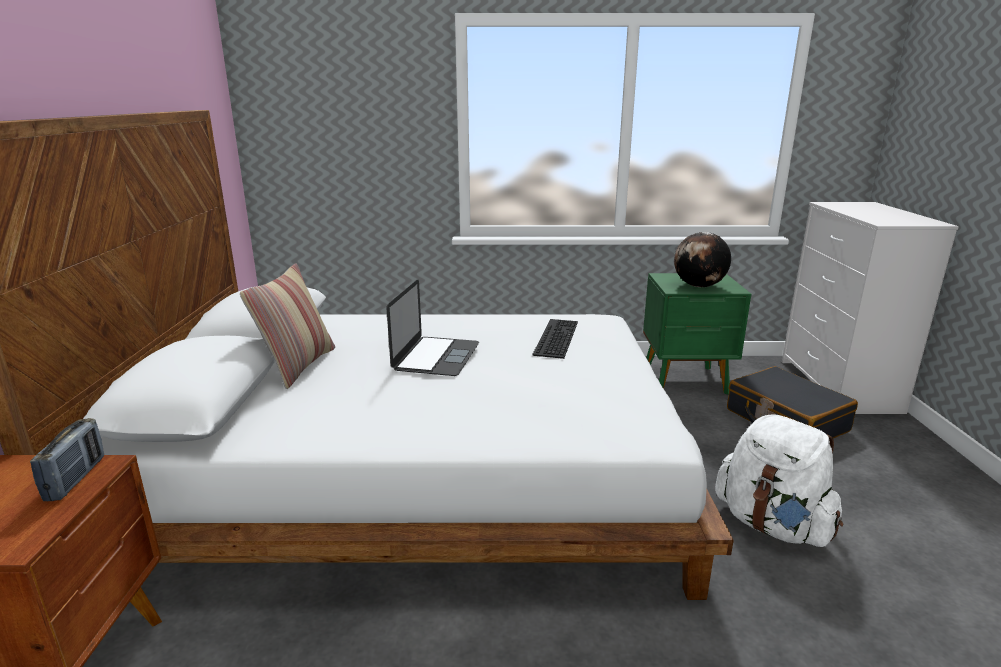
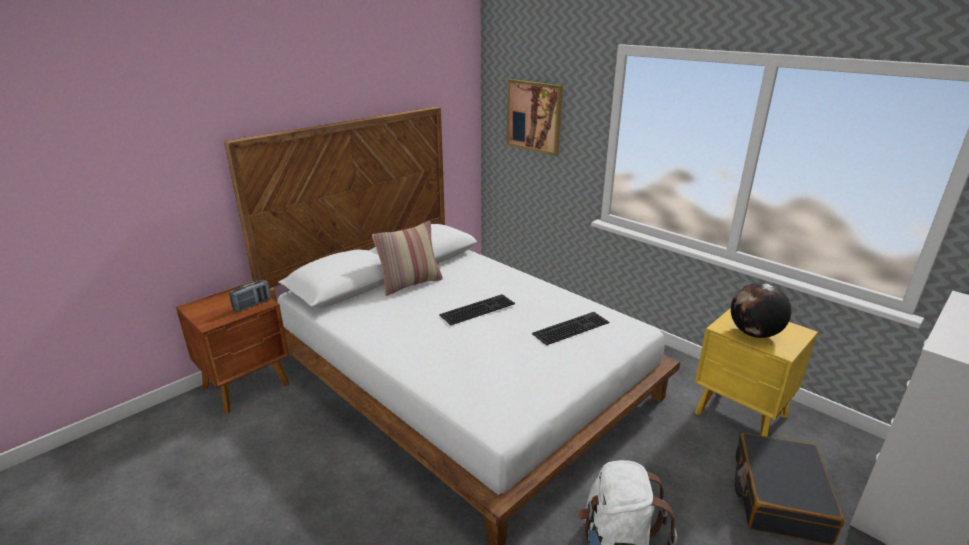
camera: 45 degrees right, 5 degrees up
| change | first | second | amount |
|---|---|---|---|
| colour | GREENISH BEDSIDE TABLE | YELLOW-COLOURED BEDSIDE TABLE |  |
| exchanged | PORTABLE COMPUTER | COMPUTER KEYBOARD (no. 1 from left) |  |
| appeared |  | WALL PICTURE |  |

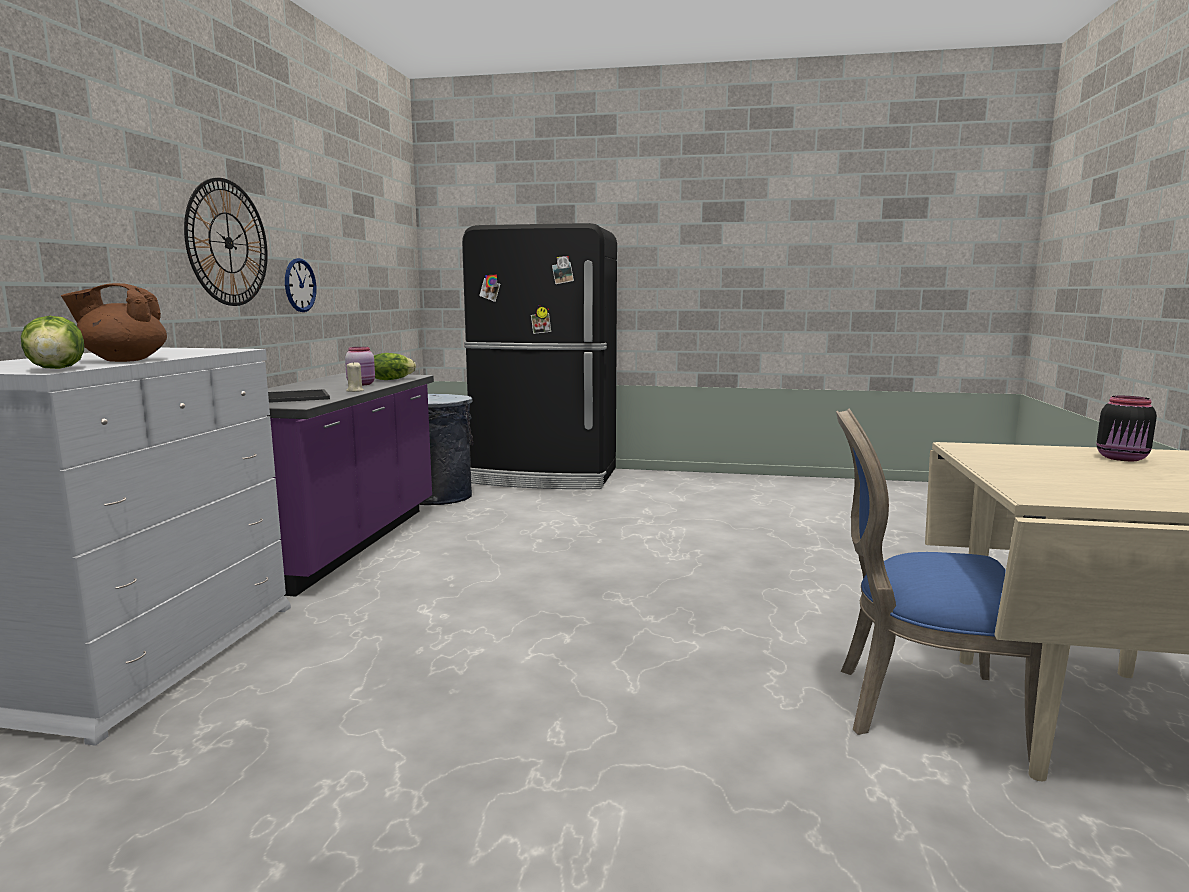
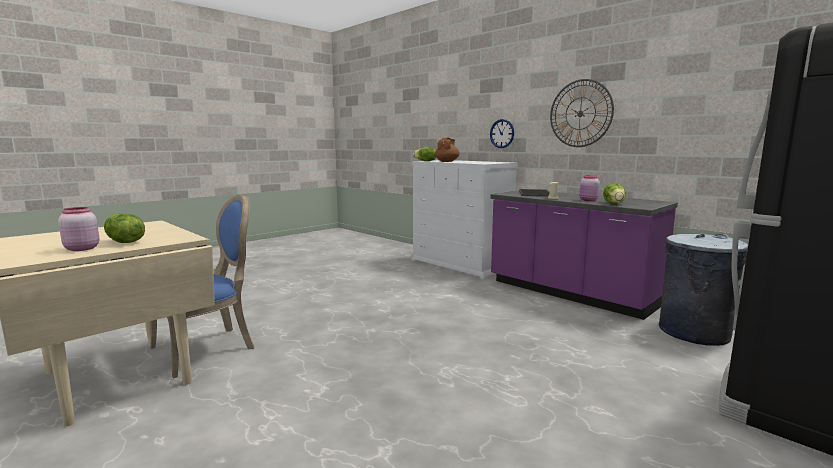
camera: 125 degrees right, 0 degrees up
| change | first | second | amount |
|---|---|---|---|
| relocated | HANGING CLOCK (no. 2 from left in the first image) | HANGING CLOCK (no. 1 from left) |  |
| colour | BLACKISH PRESERVE JAR | PINK-COLOURED PRESERVE JAR (no. 1 from left) |  |
| appeared |  | HEAD OF LETTUCE (no. 1 from left) |  |

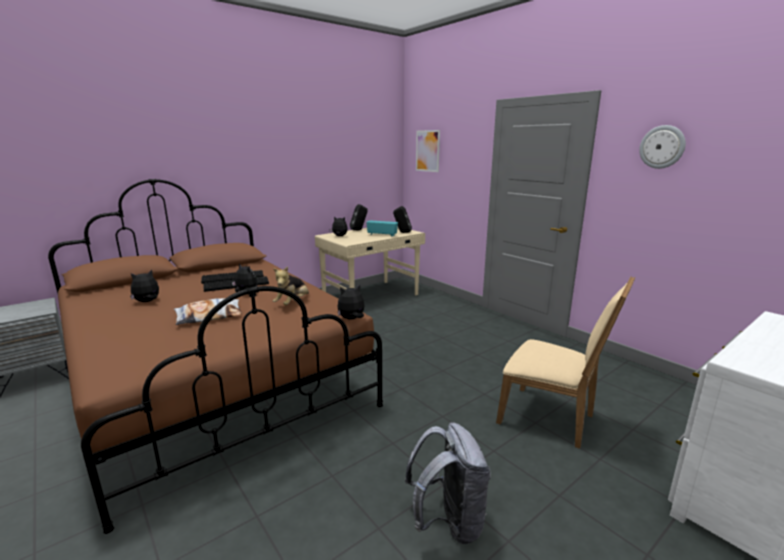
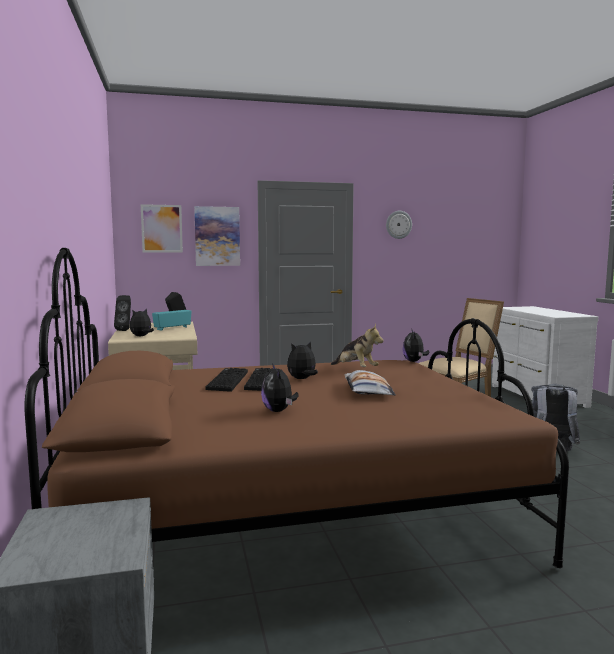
camera: 65 degrees left, 10 degrees down
| change | first | second | amount |
|---|---|---|---|
| appeared |  | WALL PICTURE (no. 2 from left) |  |

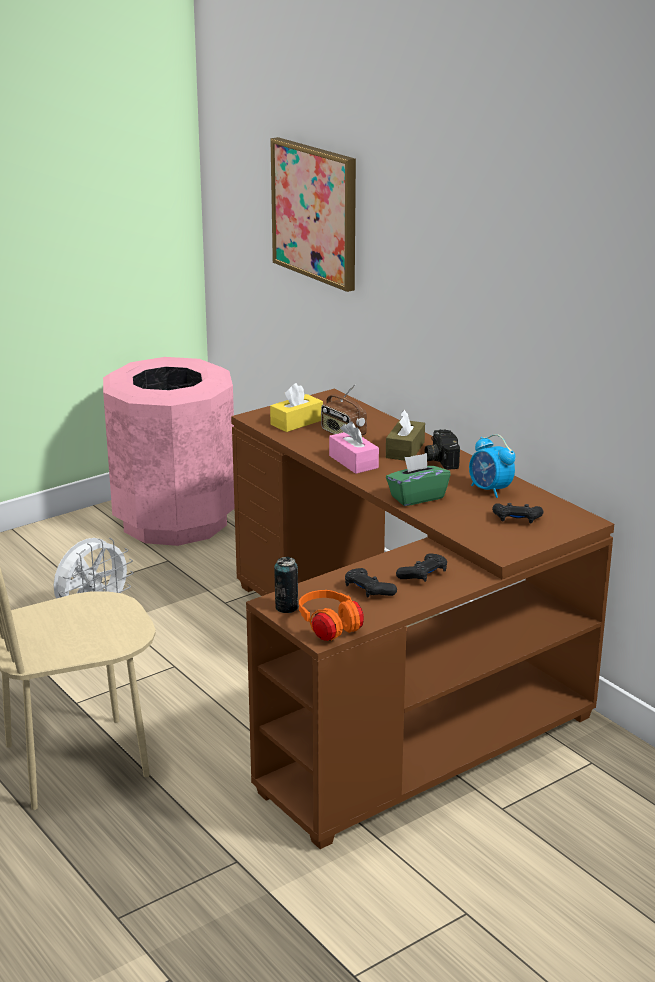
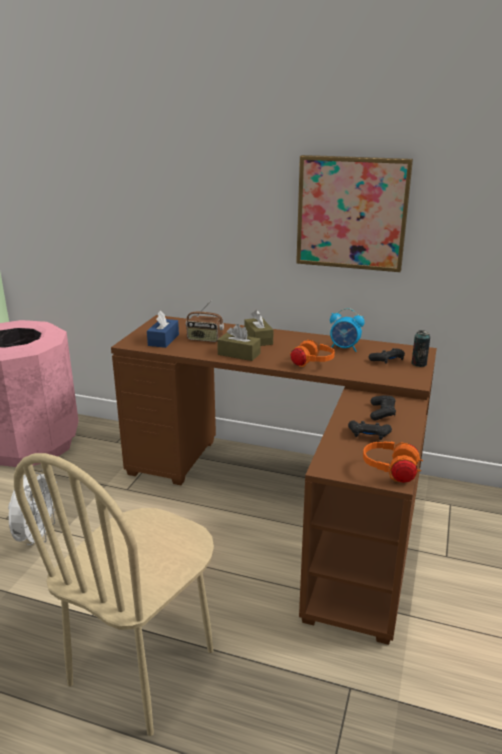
camera: 35 degrees left, 0 degrees up
| change | first | second | amount |
|---|---|---|---|
| relocated | WALL PICTURE |  |  |
| colour | YELLOW-COLOURED BOX OF TISSUES | BLUISH BOX OF TISSUES |  |
| colour | PINK-COLOURED BOX OF TISSUES | BROWN BOX OF TISSUES (no. 1 from left) |  |
| missing | STILL CAMERA |  |  |
| exchanged | GREENISH BOX OF TISSUES | ORANGE-COLOURED HEADSET (no. 1 from left) |  |
| relocated | SEALED CAN |  |  |

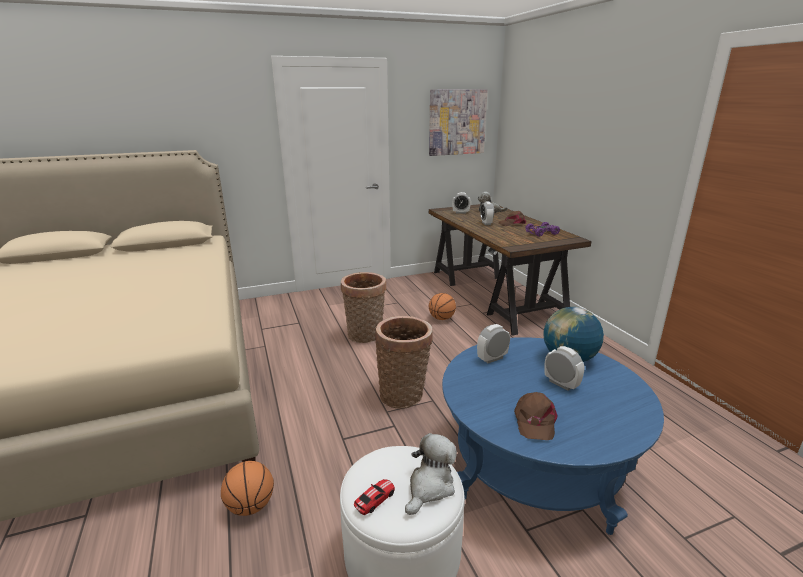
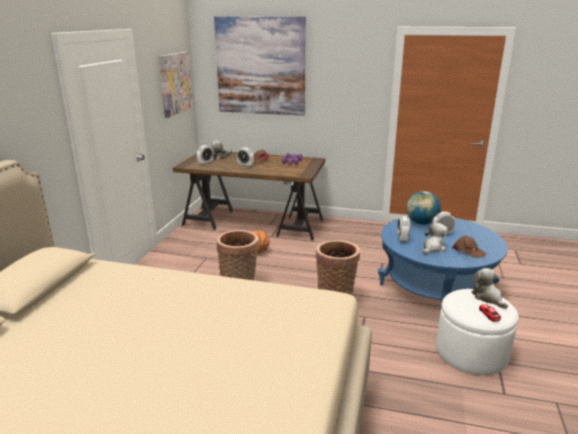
camera: 55 degrees left, 0 degrees up
| change | first | second | amount |
|---|---|---|---|
| missing | BALL FOR BASKETBALL (no. 1 from left) |  |  |
| appeared |  | WALL PICTURE (no. 2 from left) |  |
| appeared |  | PLUSH TOY (no. 2 from left) |  |

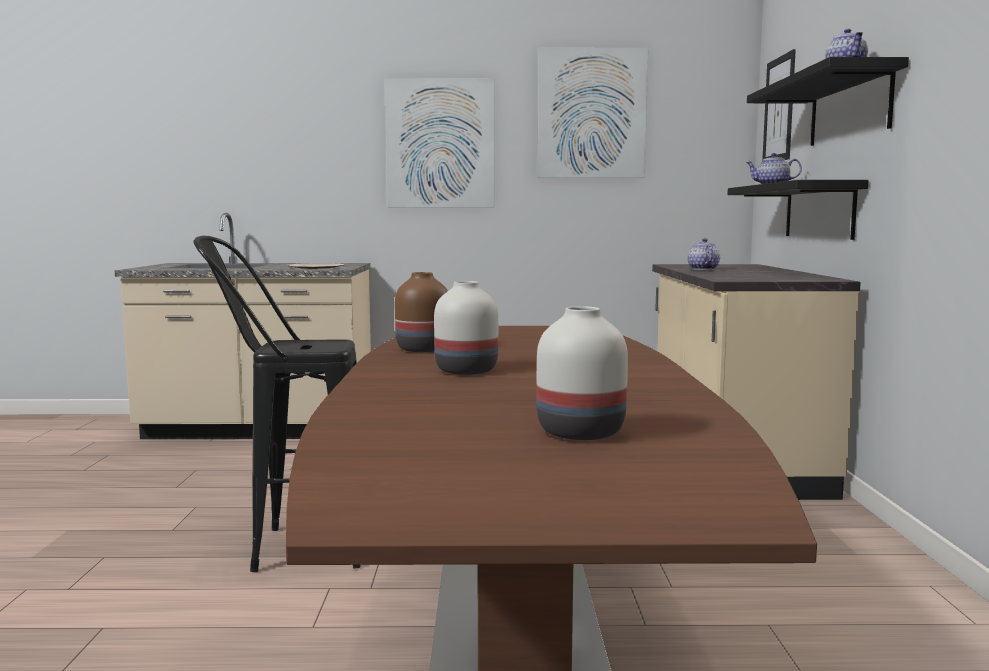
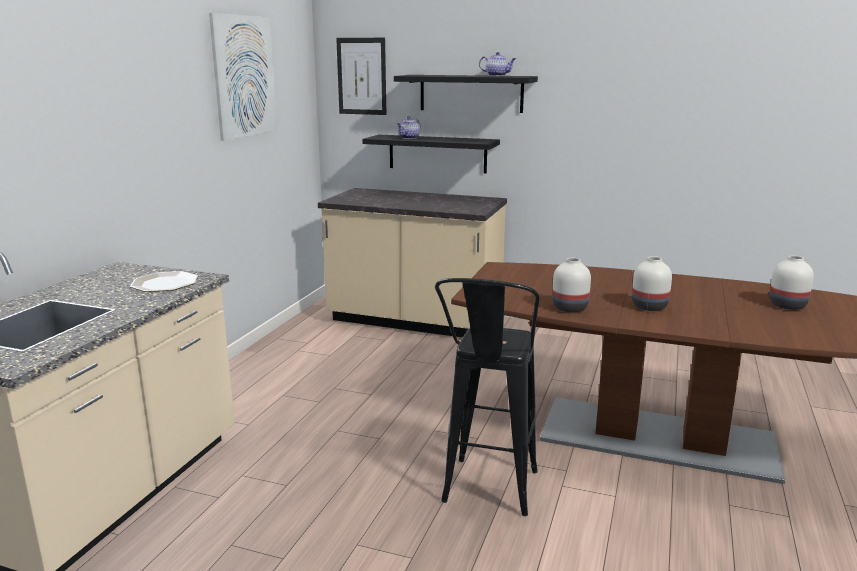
camera: 70 degrees left, 10 degrees up
| change | first | second | amount |
|---|---|---|---|
| missing | WALL PICTURE (no. 1 from left) |  |  |
| missing | TEAPOT (no. 1 from left) |  |  |
| colour | BROWN FLOWER VASE | WHITE-COLOURED FLOWER VASE (no. 1 from left) |  |

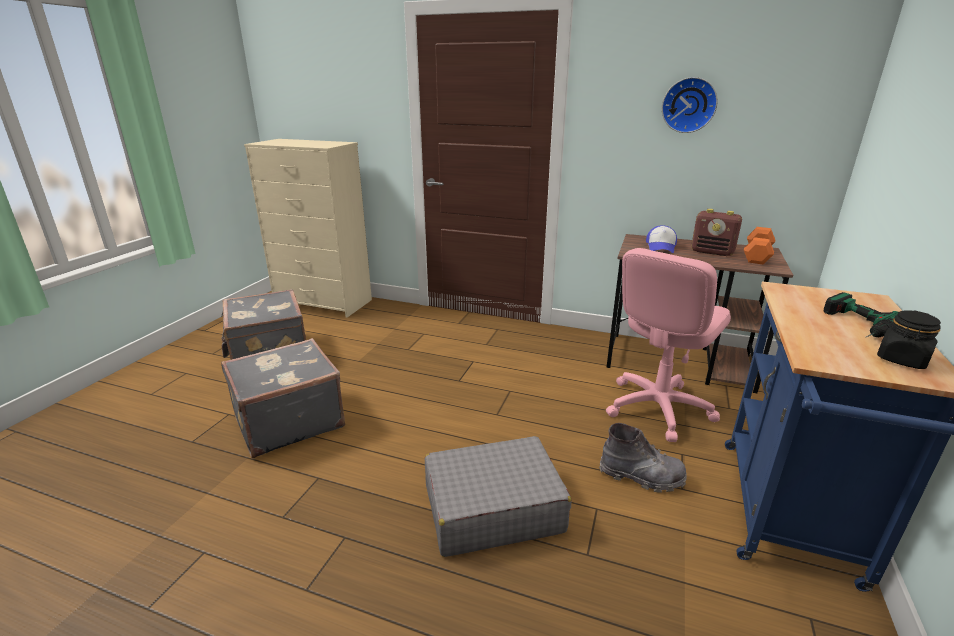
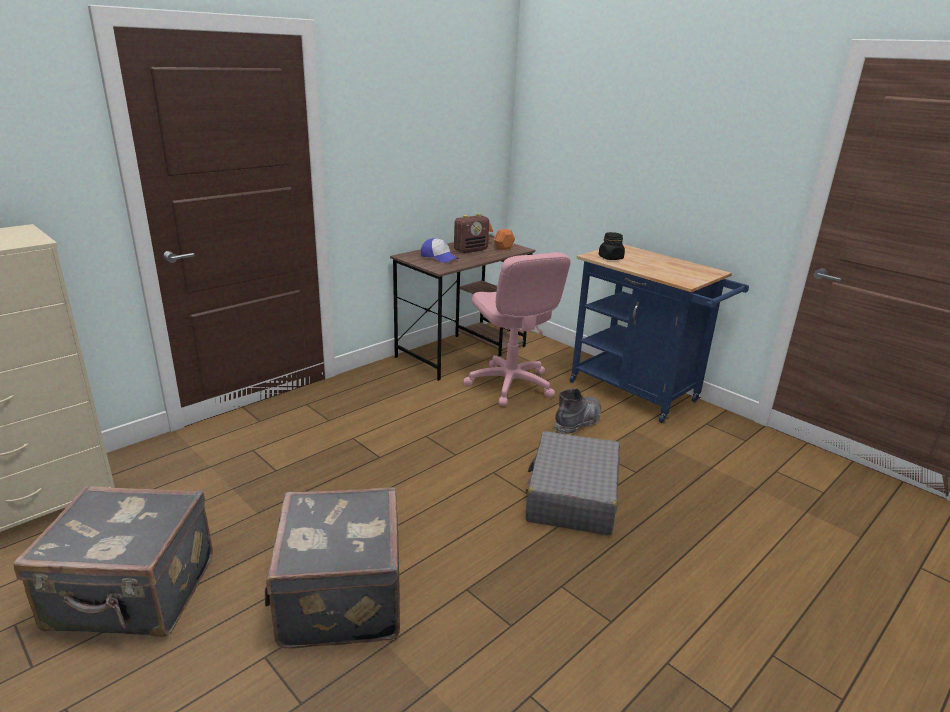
camera: 65 degrees left, 0 degrees up
| change | first | second | amount |
|---|---|---|---|
| missing | HANGING CLOCK |  |  |
| missing | POWER DRILL |  |  |
| relocated | BLACKISH PRESERVE JAR |  |  |

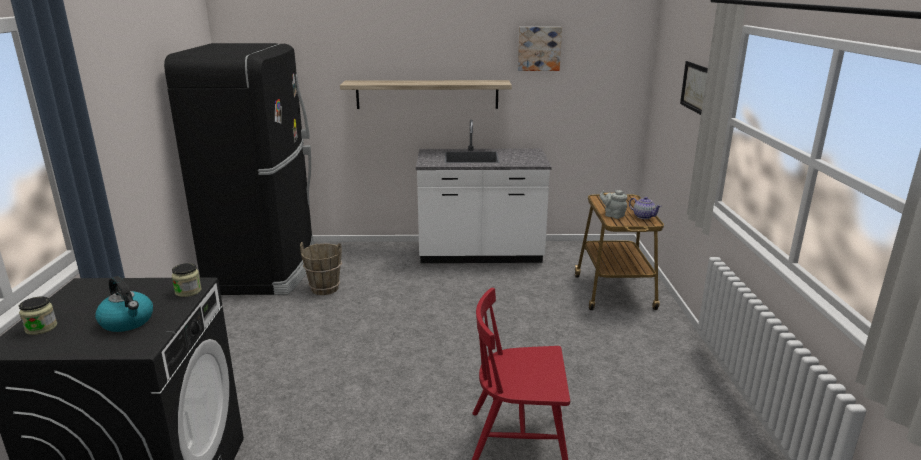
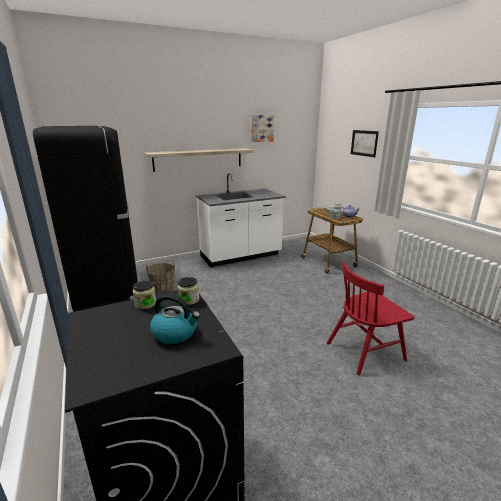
camera: 25 degrees left, 0 degrees up
| change | first | second | amount |
|---|---|---|---|
| relocated | PRESERVE JAR (no. 1 from left) |  |  |

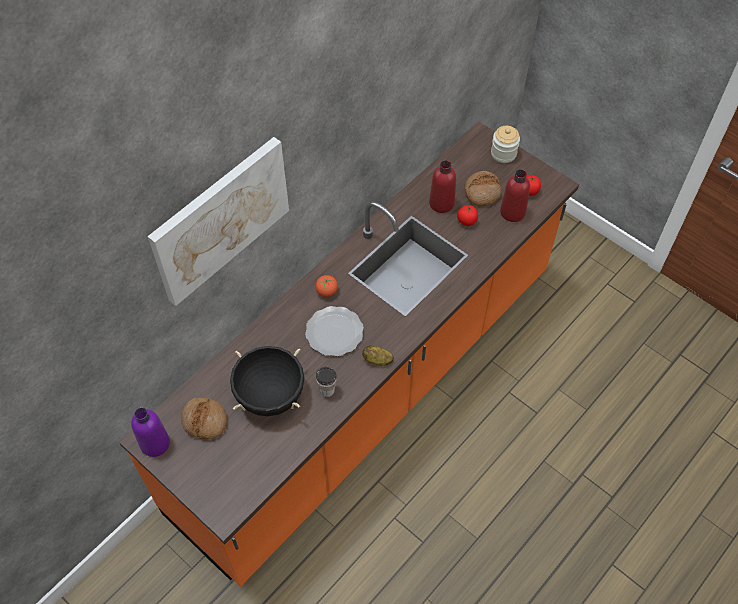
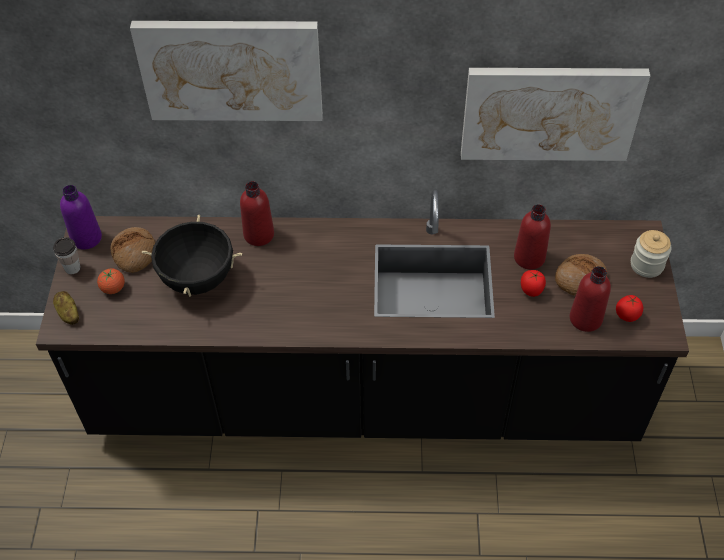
camera: 50 degrees right, 5 degrees down
| change | first | second | amount |
|---|---|---|---|
| colour | ORANGE-COLOURED KITCHEN COUNTER | BLACKISH KITCHEN COUNTER |  |
| relocated | FRESH TOMATO (no. 1 from left) |  |  |
| missing | PLATE |  |  |
| relocated | WHOLE POTATO |  |  |
| relocated | SMALL CUP |  |  |
| appeared |  | WALL PICTURE (no. 2 from left) |  |
| appeared |  | RED-COLOURED DRINK BOTTLE (no. 1 from left) |  |

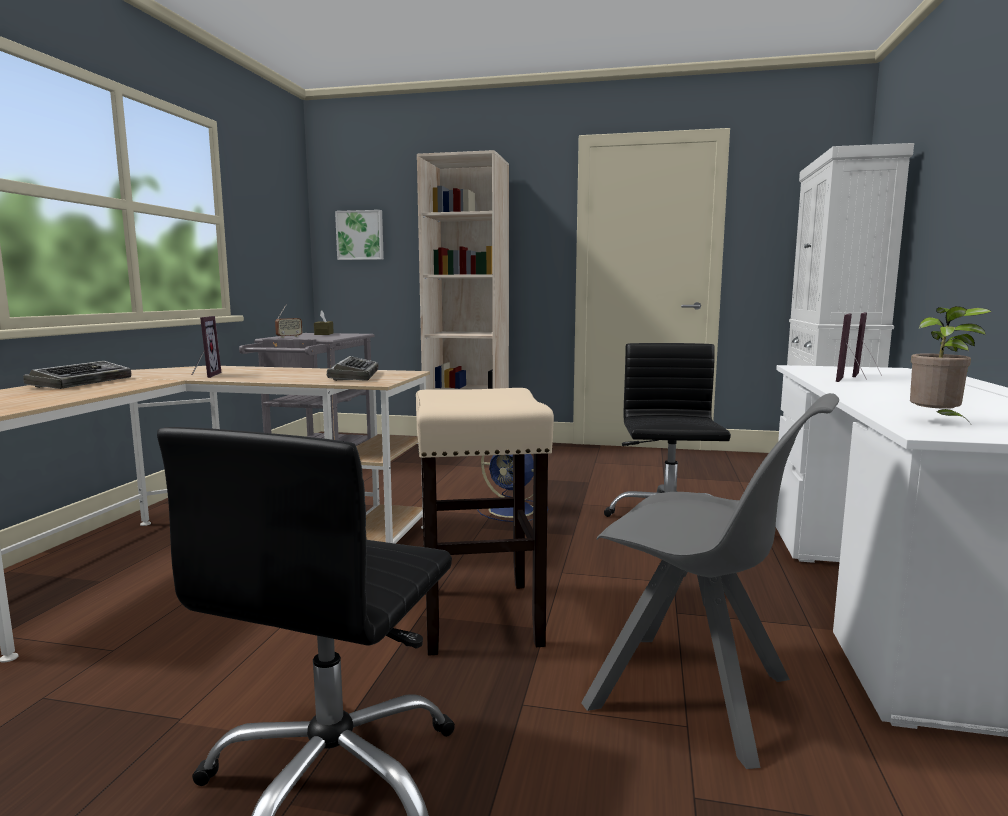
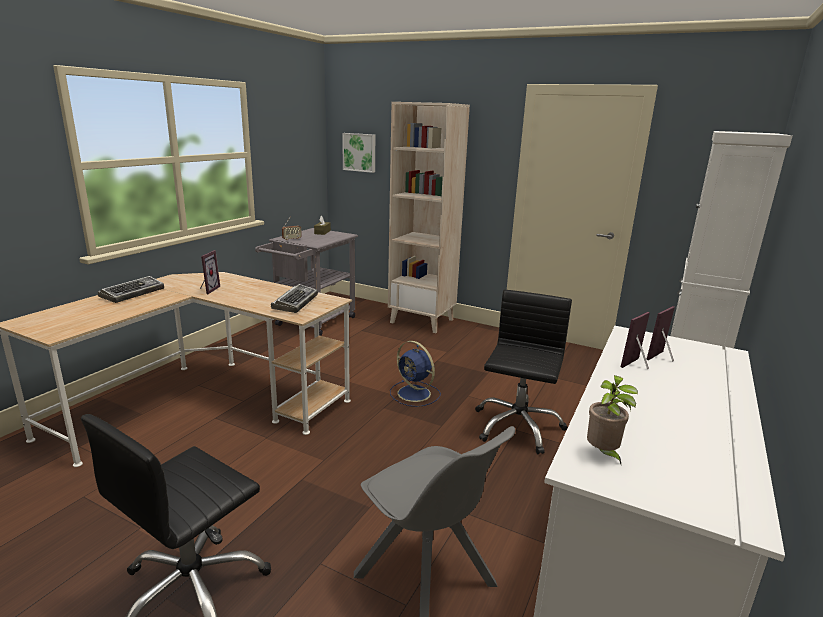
camera: 15 degrees right, 10 degrees up
| change | first | second | amount |
|---|---|---|---|
| missing | BEIGE-COLOURED SITTING STOOL |  |  |

